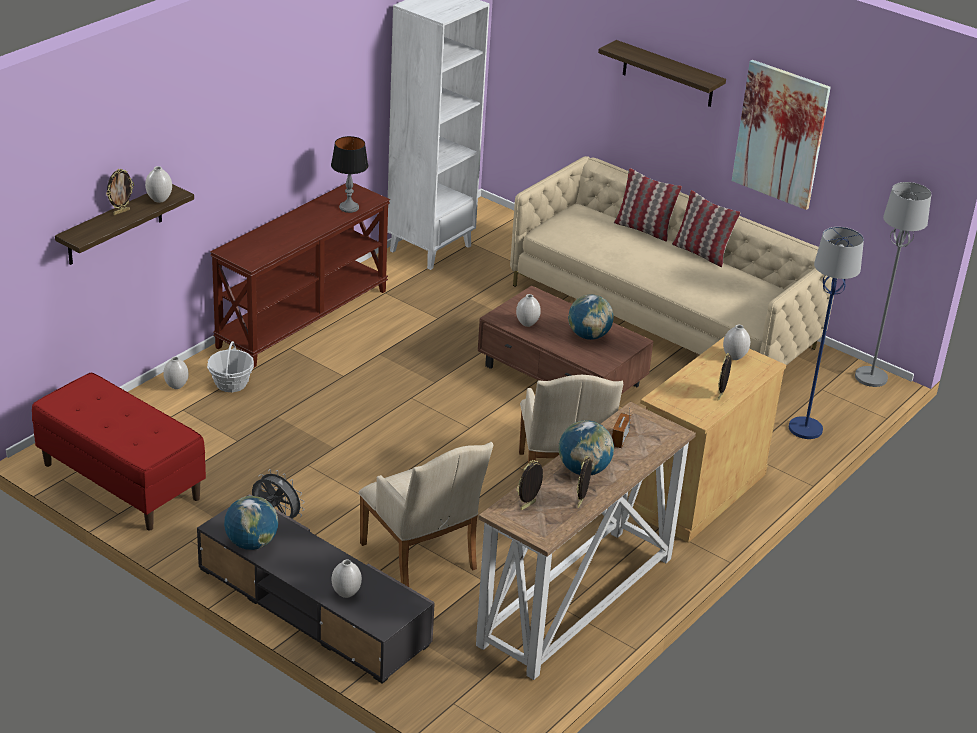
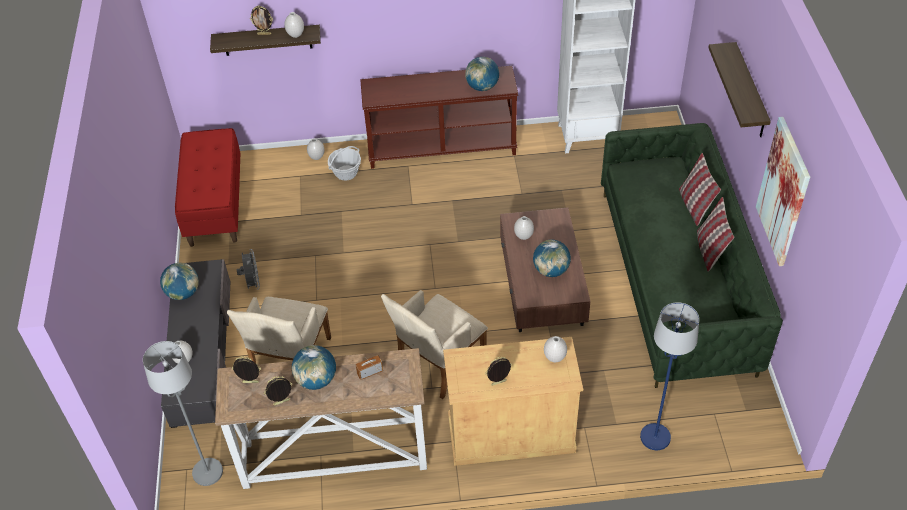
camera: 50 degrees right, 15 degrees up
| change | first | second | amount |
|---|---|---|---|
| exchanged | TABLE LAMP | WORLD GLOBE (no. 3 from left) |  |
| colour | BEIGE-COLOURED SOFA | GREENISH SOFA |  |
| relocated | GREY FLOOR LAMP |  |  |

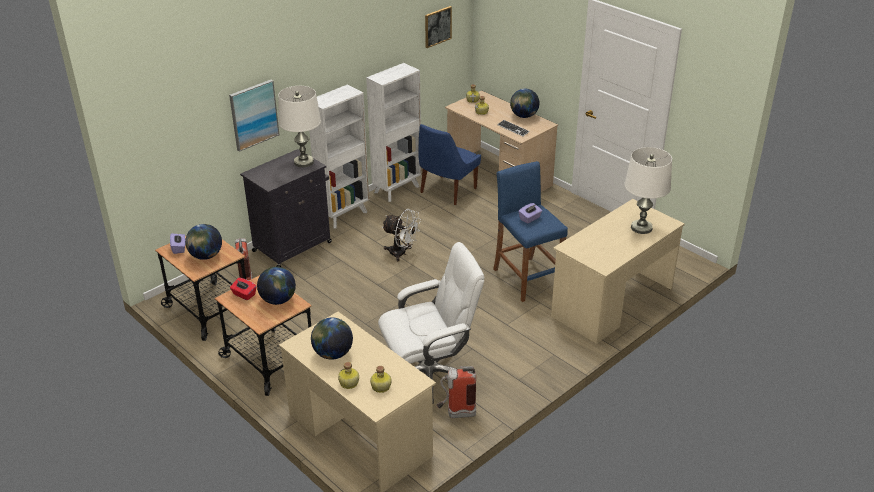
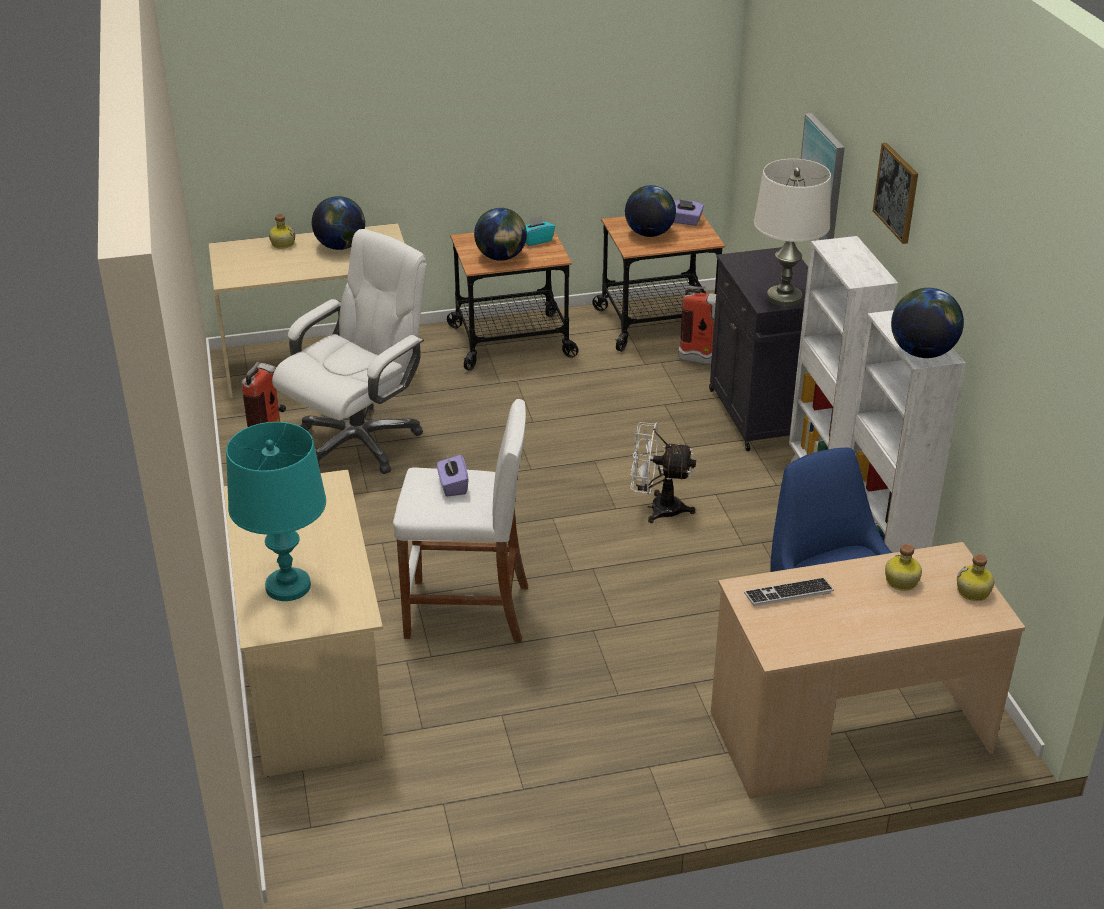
camera: 120 degrees right, 0 degrees up
| change | first | second | amount |
|---|---|---|---|
| relocated | WALL PICTURE (no. 2 from left) |  |  |
| relocated | WORLD GLOBE (no. 4 from left) |  |  |
| colour | WHITE-COLOURED TABLE LAMP (no. 2 from left) | TURQUOISE-COLOURED TABLE LAMP |  |
| colour | BLUISH SITTING STOOL | WHITE-COLOURED SITTING STOOL |  |
| spun | WHITE-COLOURED ELECTRIC FAN |  | 45 degrees clockwise |
| spun | WHITE-COLOURED COMPUTER CHAIR |  | 150 degrees counterclockwise |
| colour | RED-COLOURED BOX OF TISSUES | TURQUOISE-COLOURED BOX OF TISSUES |  |
| missing | DRINK BOTTLE (no. 2 from left) |  |  |

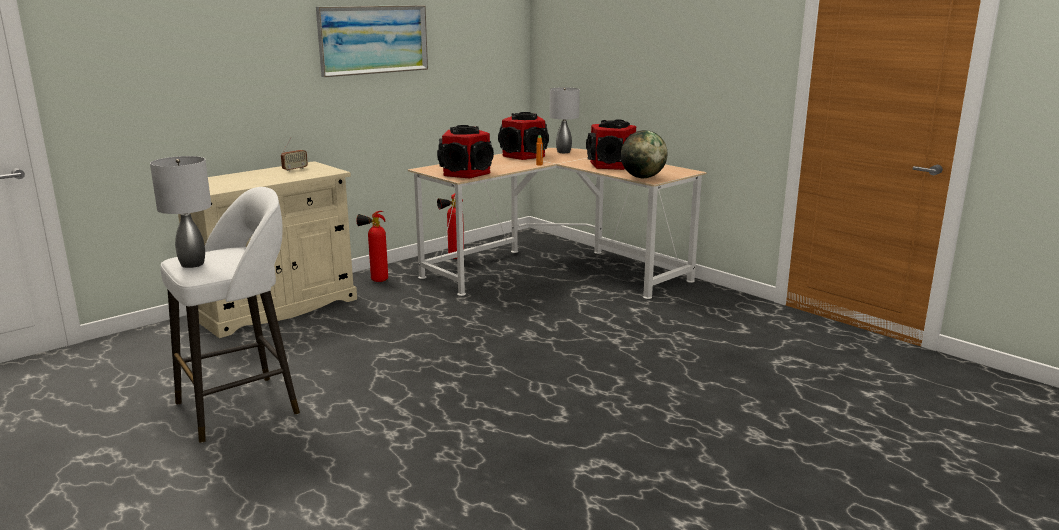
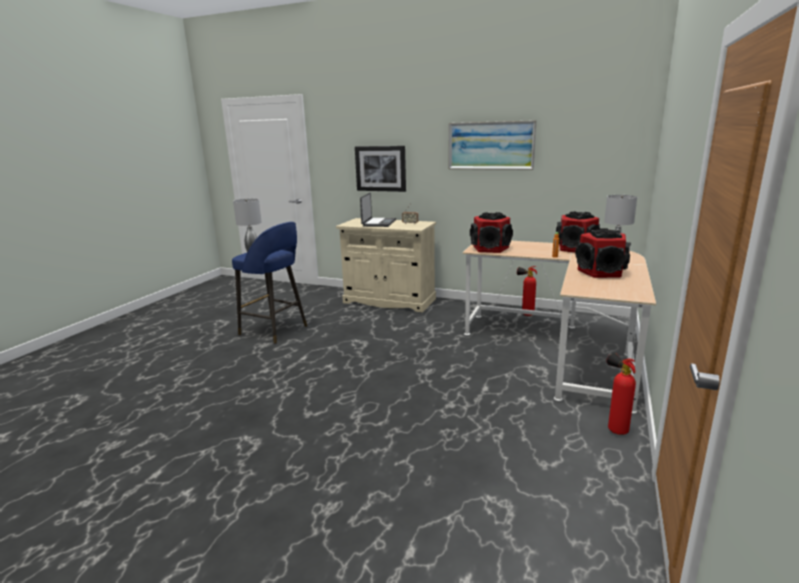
camera: 65 degrees right, 0 degrees up
| change | first | second | amount |
|---|---|---|---|
| missing | WORLD GLOBE |  |  |
| colour | WHITE-COLOURED SITTING STOOL | BLUISH SITTING STOOL |  |
| relocated | FIRE-FIGHTING CYLINDER (no. 1 from left in the first image) | FIRE-FIGHTING CYLINDER (no. 2 from left) |  |
| appeared |  | WALL PICTURE (no. 1 from left) |  |
| appeared |  | PORTABLE COMPUTER |  |

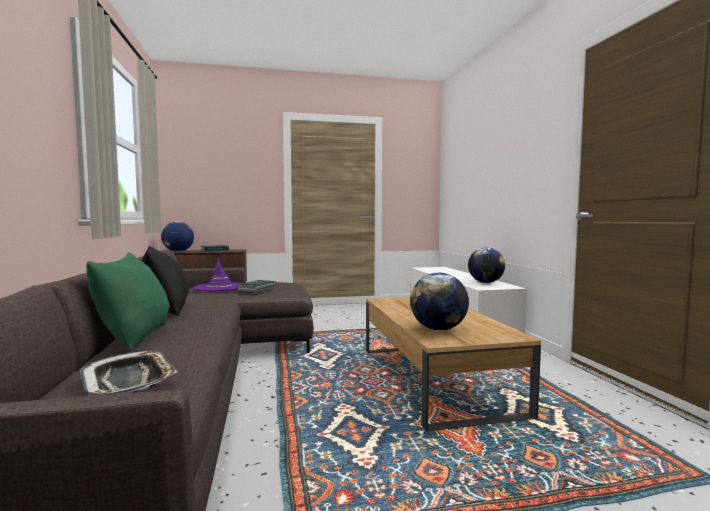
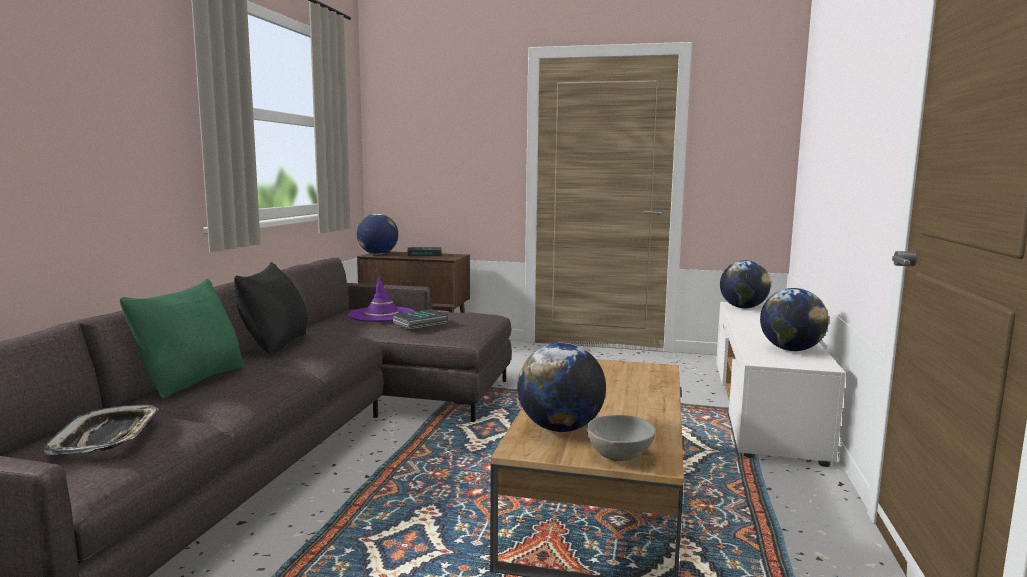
camera: 25 degrees right, 5 degrees up
| change | first | second | amount |
|---|---|---|---|
| appeared |  | WORLD GLOBE (no. 3 from left) |  |
| appeared |  | GREY DEEP DISH |  |

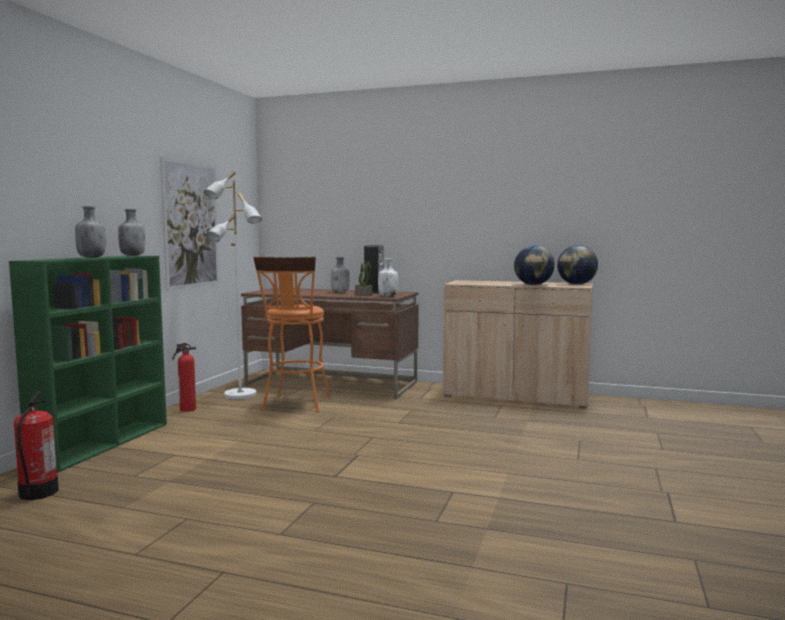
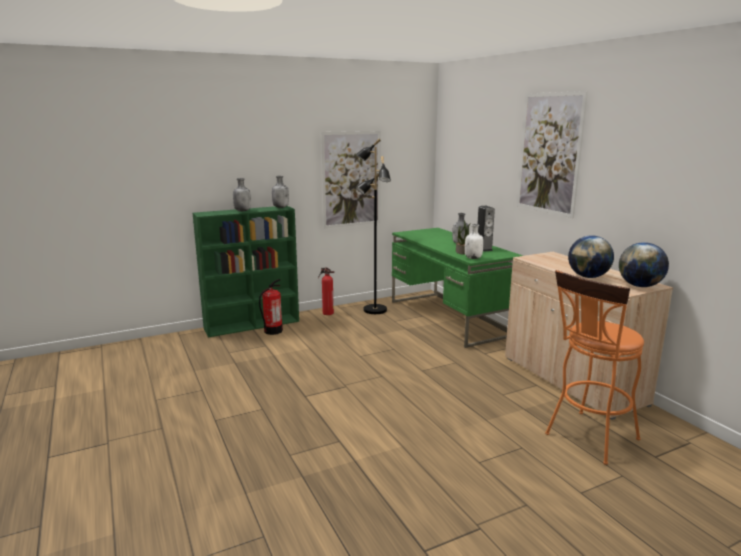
camera: 45 degrees right, 10 degrees up
| change | first | second | amount |
|---|---|---|---|
| colour | WHITE-COLOURED FLOOR LAMP | BLACKISH FLOOR LAMP |  |
| relocated | ORANGE-COLOURED SITTING STOOL |  |  |
| colour | BROWN DESK TABLE | GREENISH DESK TABLE |  |
| relocated | FIRE-FIGHTING CYLINDER (no. 1 from left) |  |  |
| appeared |  | WALL PICTURE (no. 2 from left) |  |

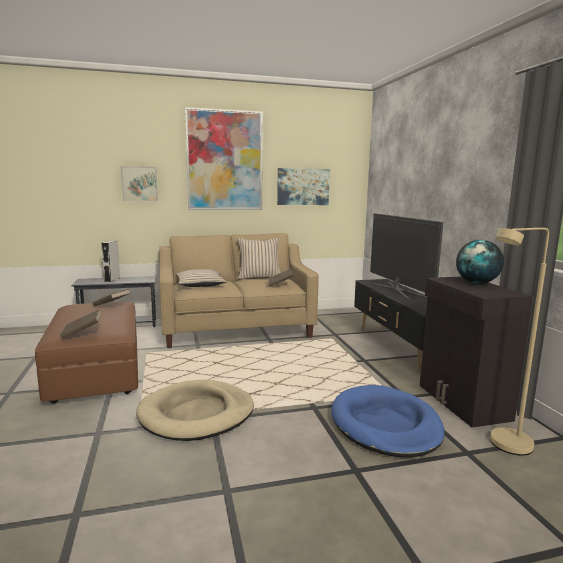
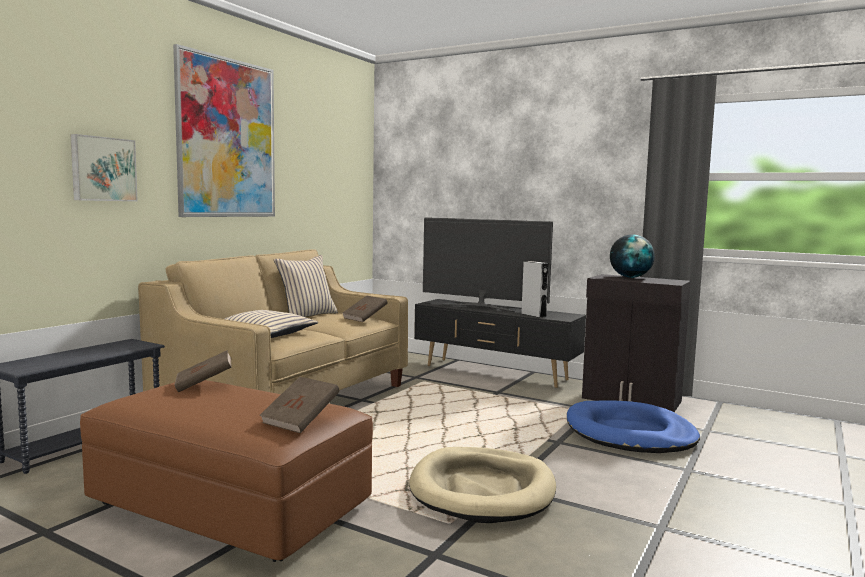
camera: 45 degrees left, 5 degrees down
| change | first | second | amount |
|---|---|---|---|
| missing | WALL PICTURE (no. 3 from left) |  |  |
| missing | BEIGE-COLOURED FLOOR LAMP |  |  |
| relocated | GREY SPEAKER |  |  |

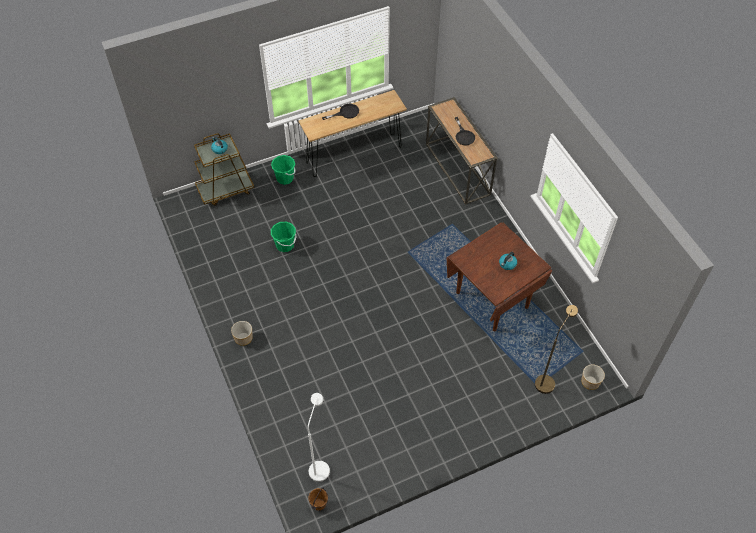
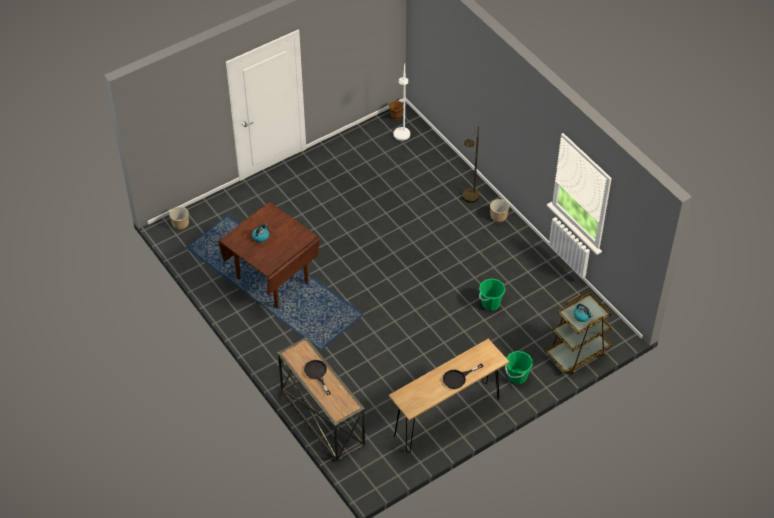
camera: 170 degrees right, 5 degrees down
| change | first | second | amount |
|---|---|---|---|
| relocated | BROWN FLOOR LAMP |  |  |

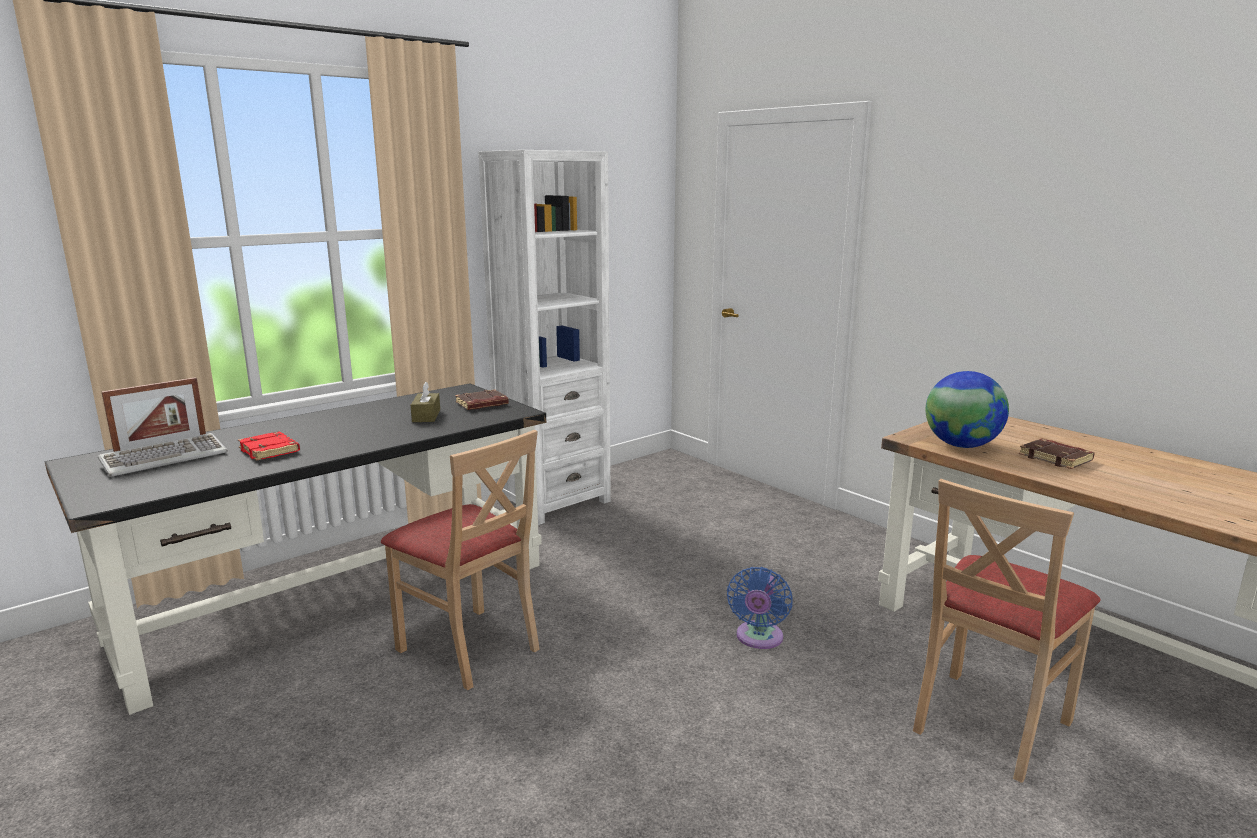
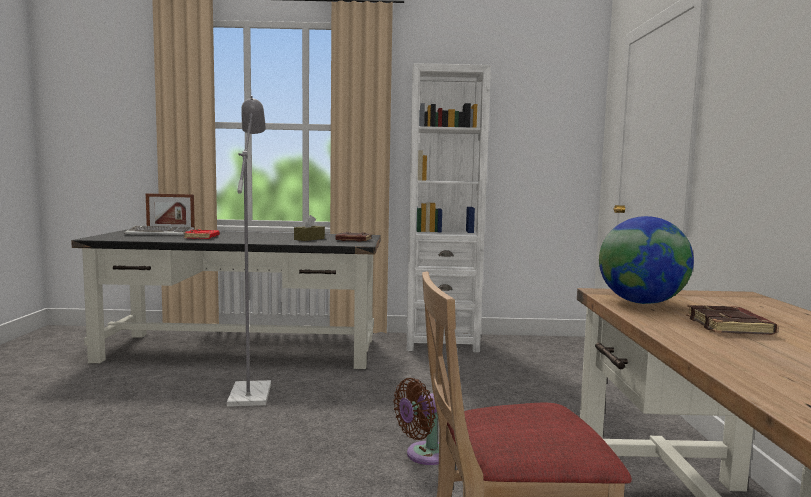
camera: 40 degrees right, 10 degrees down
| change | first | second | amount |
|---|---|---|---|
| exchanged | BEIGE-COLOURED UPRIGHT CHAIR (no. 1 from left) | GREY FLOOR LAMP |  |
| colour | BLUISH ELECTRIC FAN | BROWN ELECTRIC FAN |  |

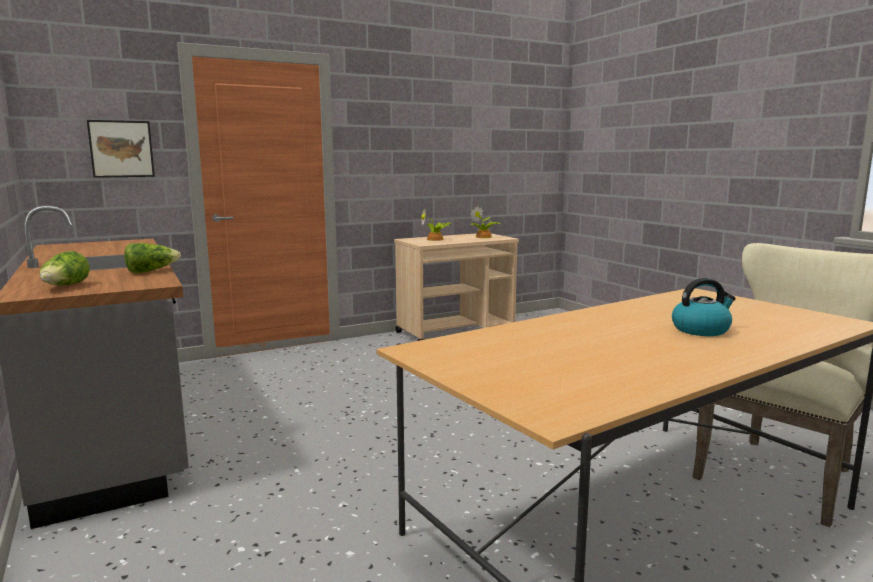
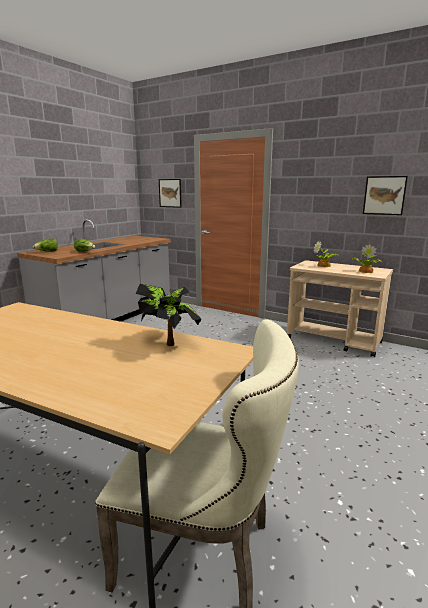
camera: 60 degrees right, 5 degrees up
| change | first | second | amount |
|---|---|---|---|
| missing | WATER KETTLE |  |  |
| appeared |  | WALL PICTURE (no. 2 from left) |  |
| appeared |  | PLANT IN A POT (no. 1 from left) |  |

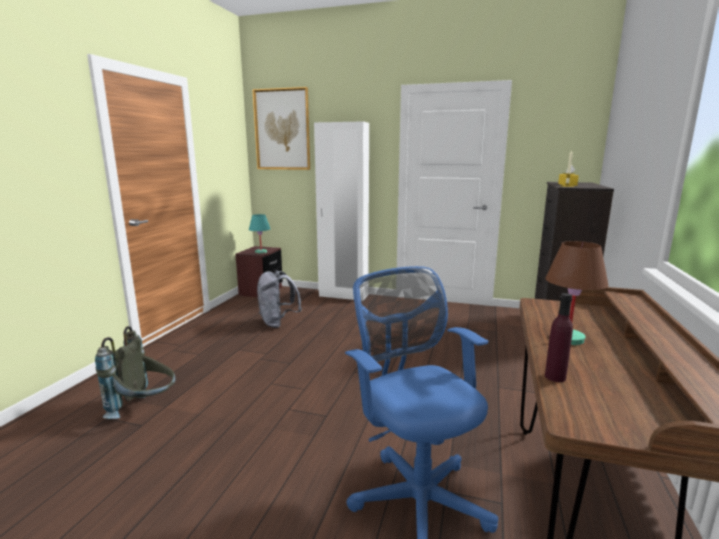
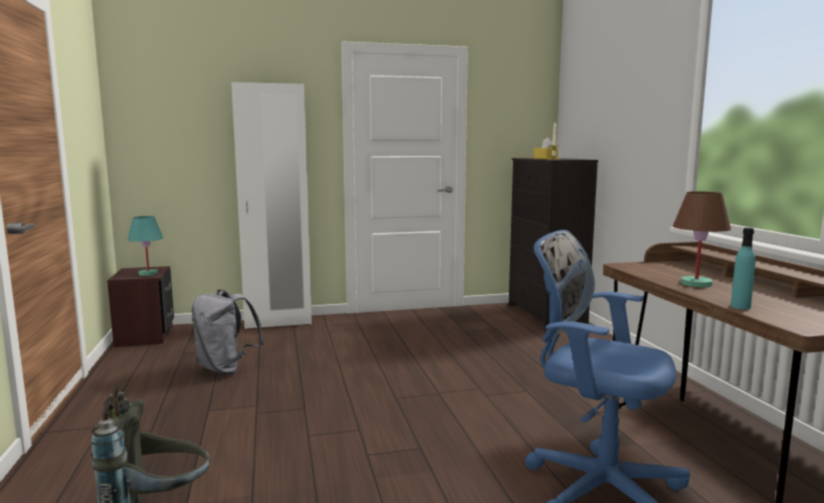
camera: 30 degrees left, 5 degrees down
| change | first | second | amount |
|---|---|---|---|
| missing | WALL PICTURE |  |  |
| colour | PURPLE DRINK BOTTLE | TURQUOISE-COLOURED DRINK BOTTLE |  |

